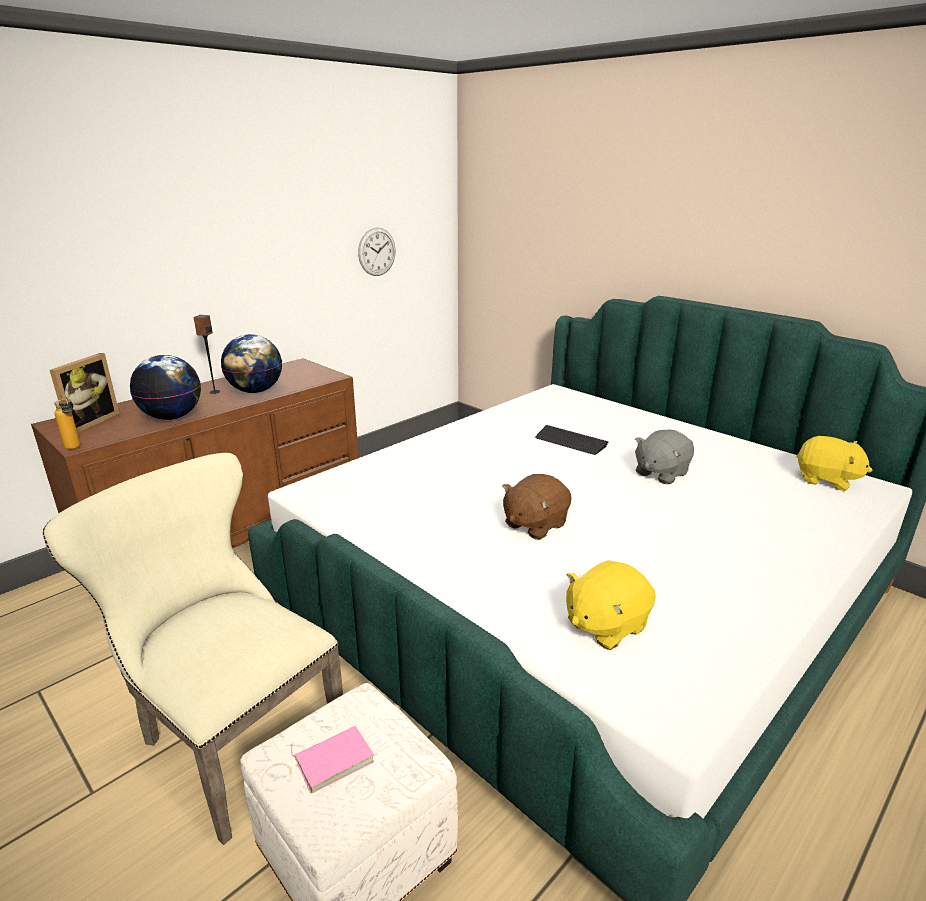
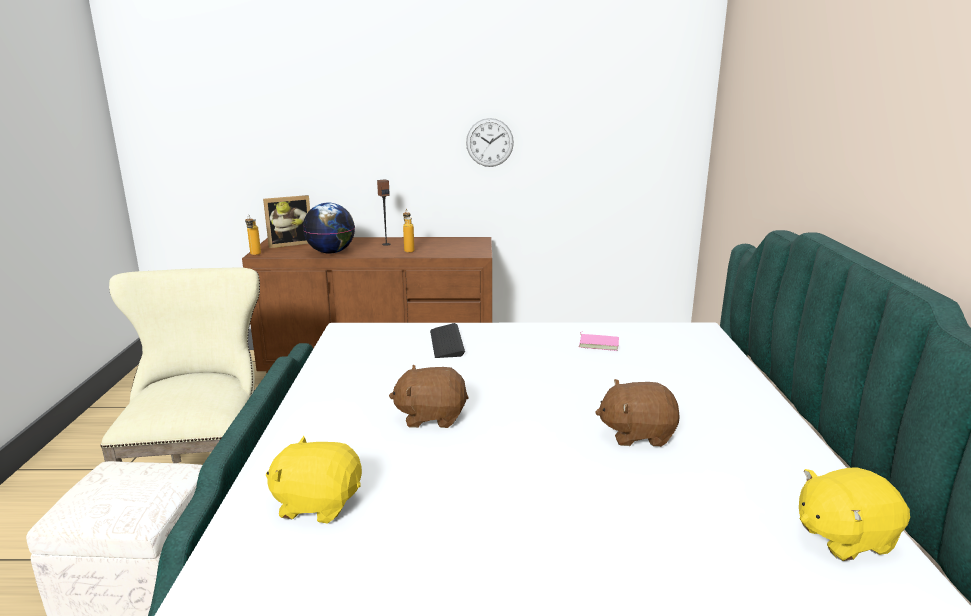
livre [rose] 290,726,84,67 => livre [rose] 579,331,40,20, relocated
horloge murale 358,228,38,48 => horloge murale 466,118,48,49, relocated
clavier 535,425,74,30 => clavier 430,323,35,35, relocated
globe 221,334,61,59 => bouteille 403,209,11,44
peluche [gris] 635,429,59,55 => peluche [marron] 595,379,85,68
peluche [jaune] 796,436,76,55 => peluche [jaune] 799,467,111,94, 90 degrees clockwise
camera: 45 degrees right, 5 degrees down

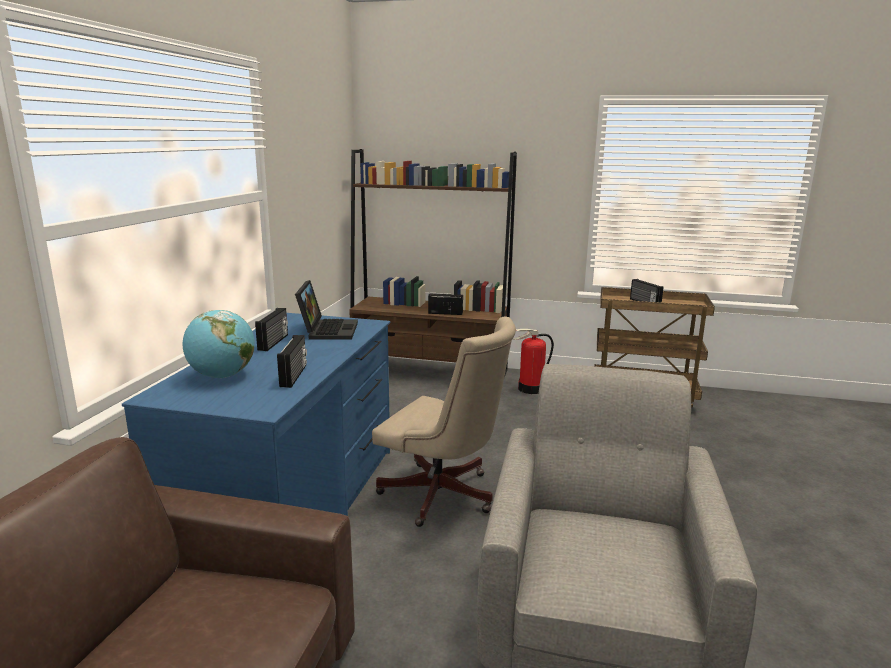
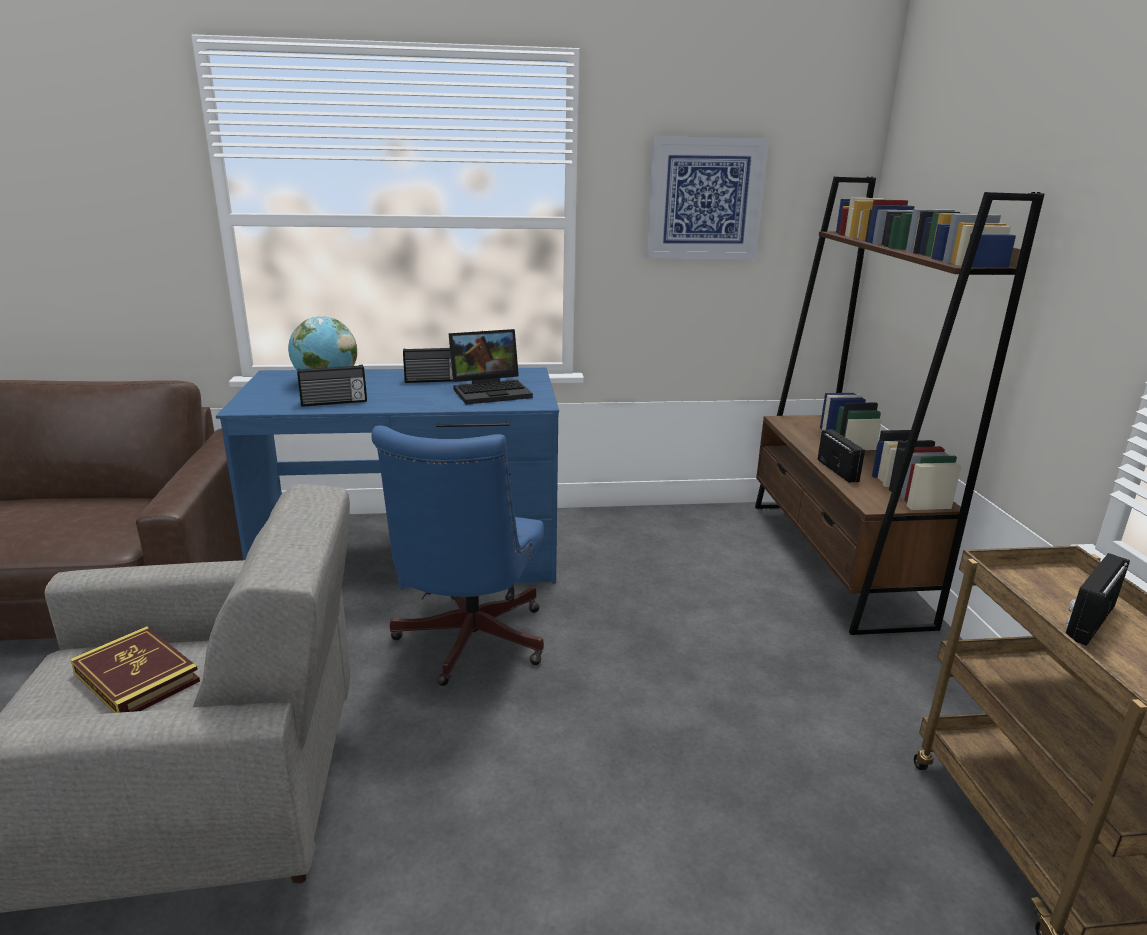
extincteur 513,329,41,65 => nothing
nothing => livre 70,626,130,87
nothing => tableau 646,136,123,123
chaise de bureau [beige] 372,316,144,211 => chaise de bureau [bleu] 372,425,172,261
camera: 70 degrees right, 5 degrees up

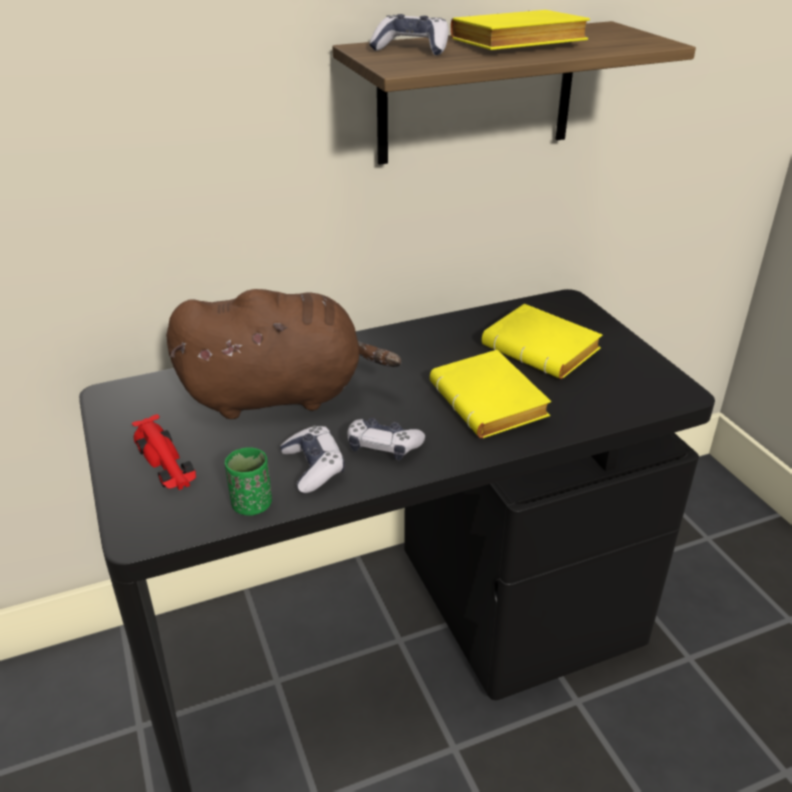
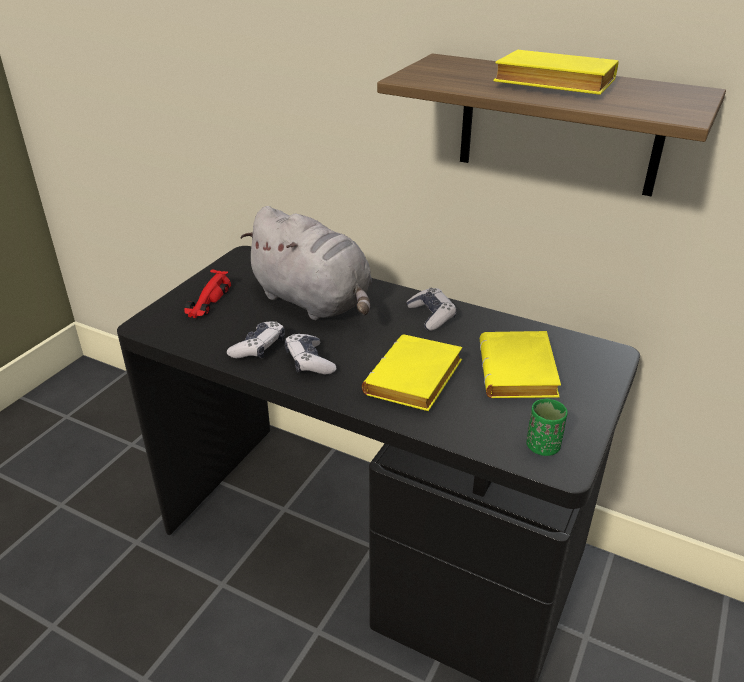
tasse [vert] 225,447,47,69 => tasse [vert] 526,398,42,58, relocated
manette 369,14,79,41 => manette 406,287,50,44, relocated
peluche [marron] 166,289,236,130 => peluche [gris] 240,206,132,114
camera: 50 degrees right, 0 degrees up

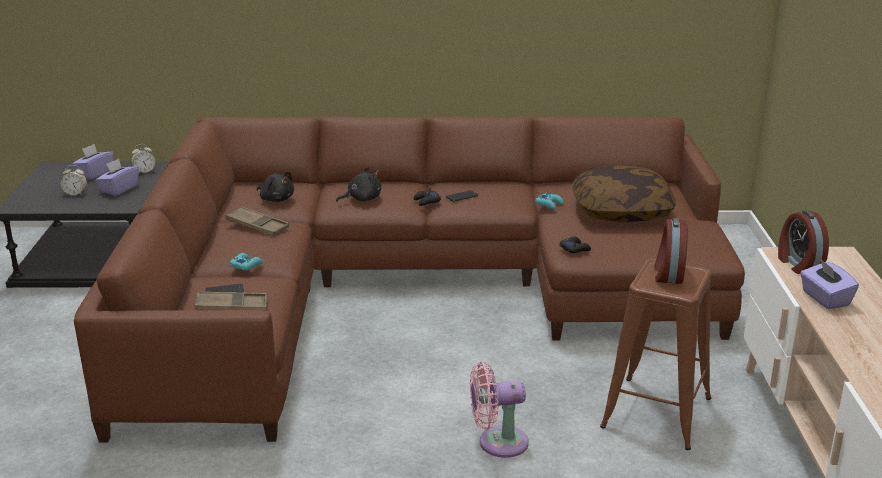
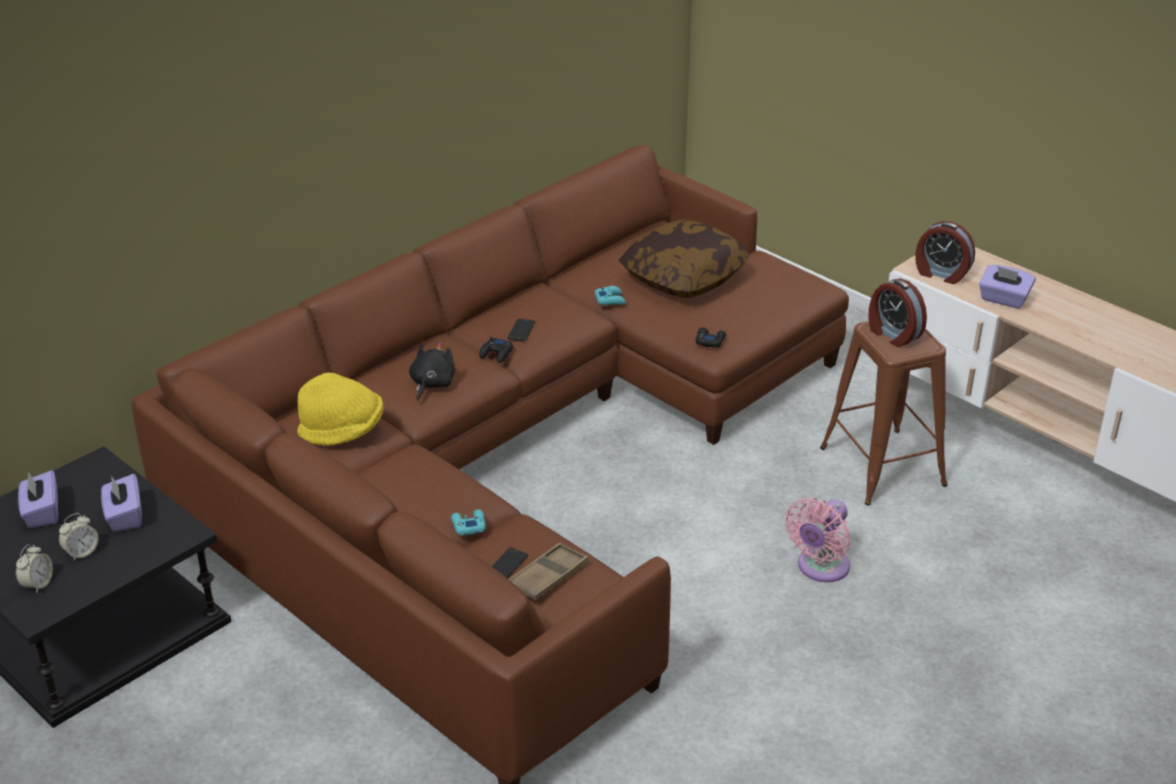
plateau [marron] 225,207,64,29 => nothing
réveil 131,144,24,30 => réveil 16,544,37,49, relocated
peluche [noir] 257,171,37,31 => chapeau [jaune] 297,373,87,73
camera: 45 degrees left, 10 degrees up

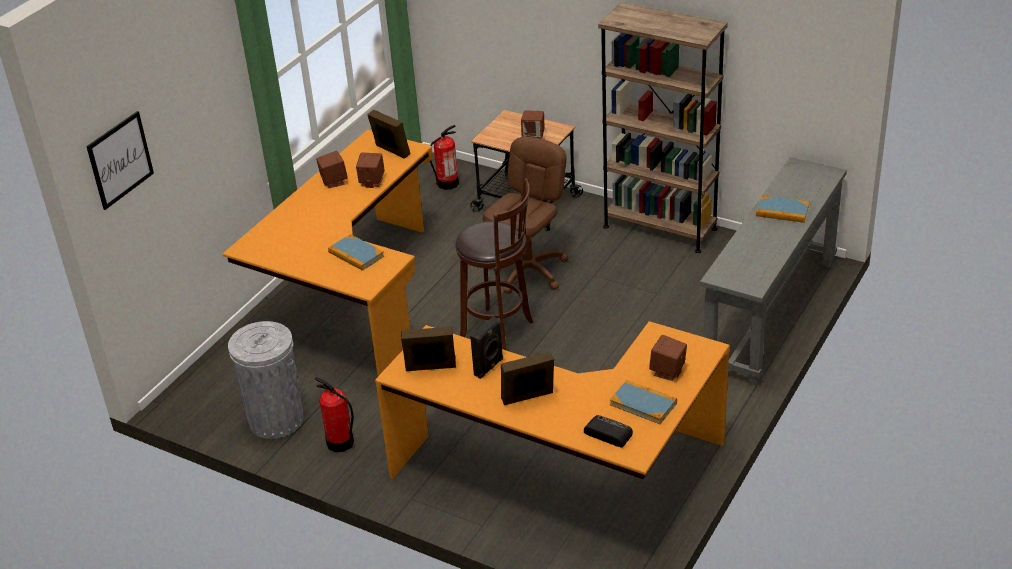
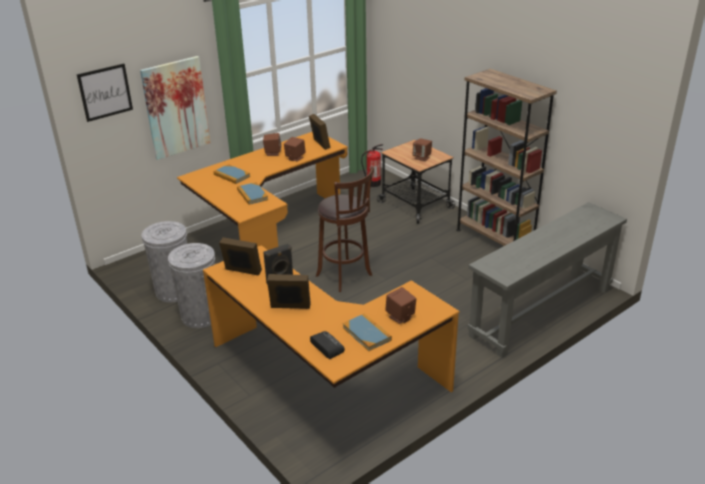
chaise de bureau [marron] 483,137,85,157 => nothing
nothing => tableau 140,56,71,104
livre 756,195,53,28 => livre 213,164,37,20, relocated
extincteur 315,377,39,75 => poubelle [gris] 168,243,47,85
camera: 20 degrees right, 5 degrees down

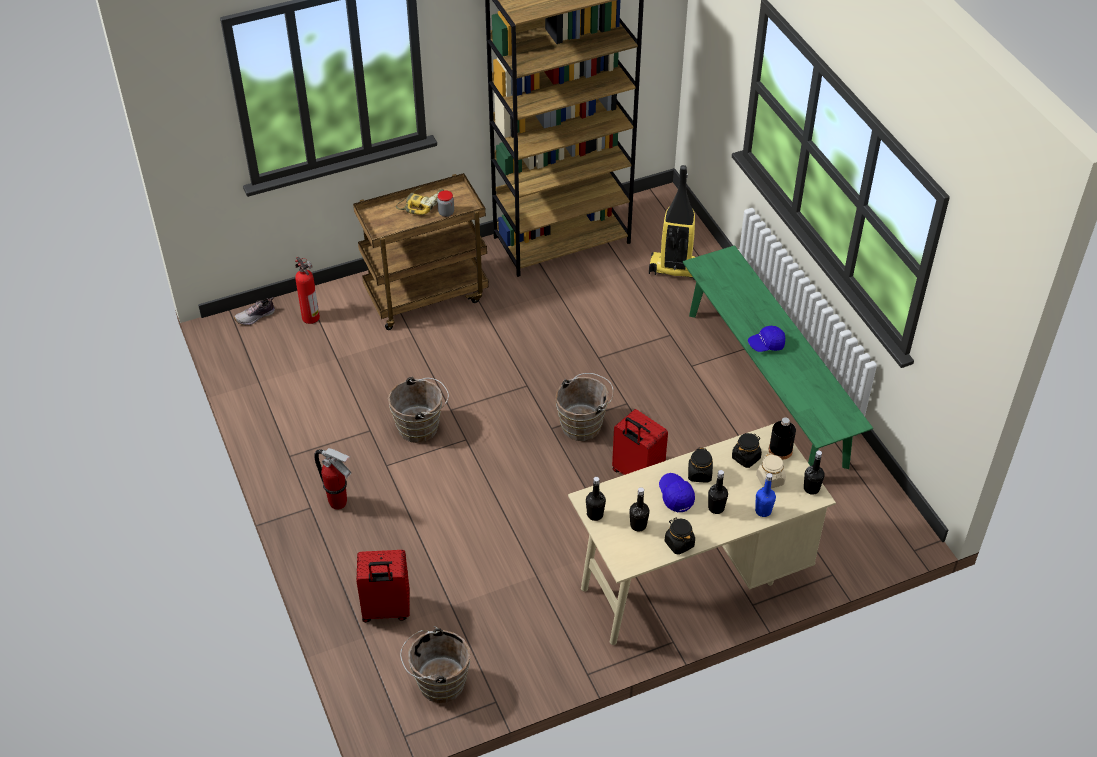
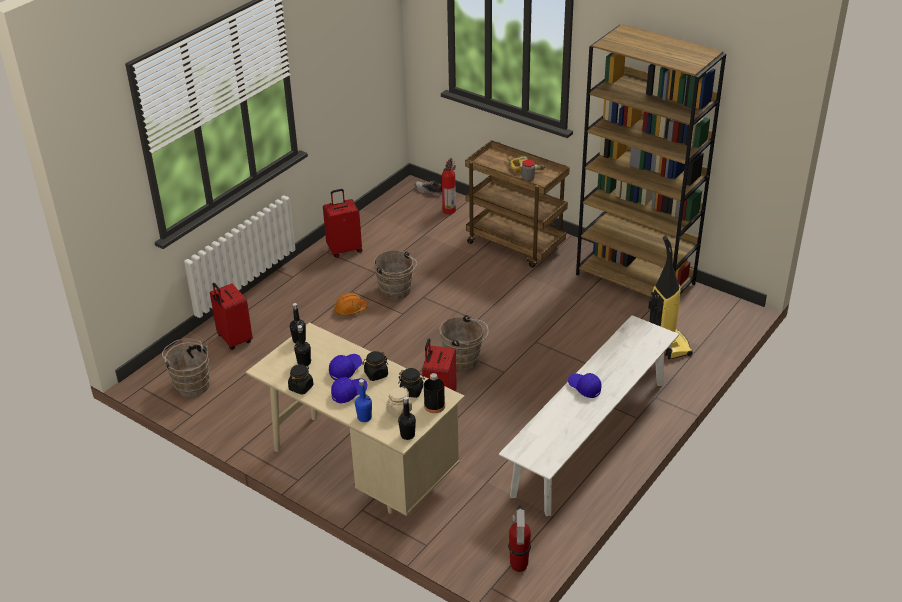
nothing => valise [rouge] 323,189,39,69
nothing => casque de chantier [orange] 334,293,34,22
extincteur 314,448,38,62 => extincteur 508,506,23,66, relocated
bouteille [noir] 708,470,20,44 => casquette [bleu] 331,377,36,26
banc [vert] 683,245,190,224 => banc [blanc] 499,315,180,202
camera: 60 degrees right, 10 degrees down

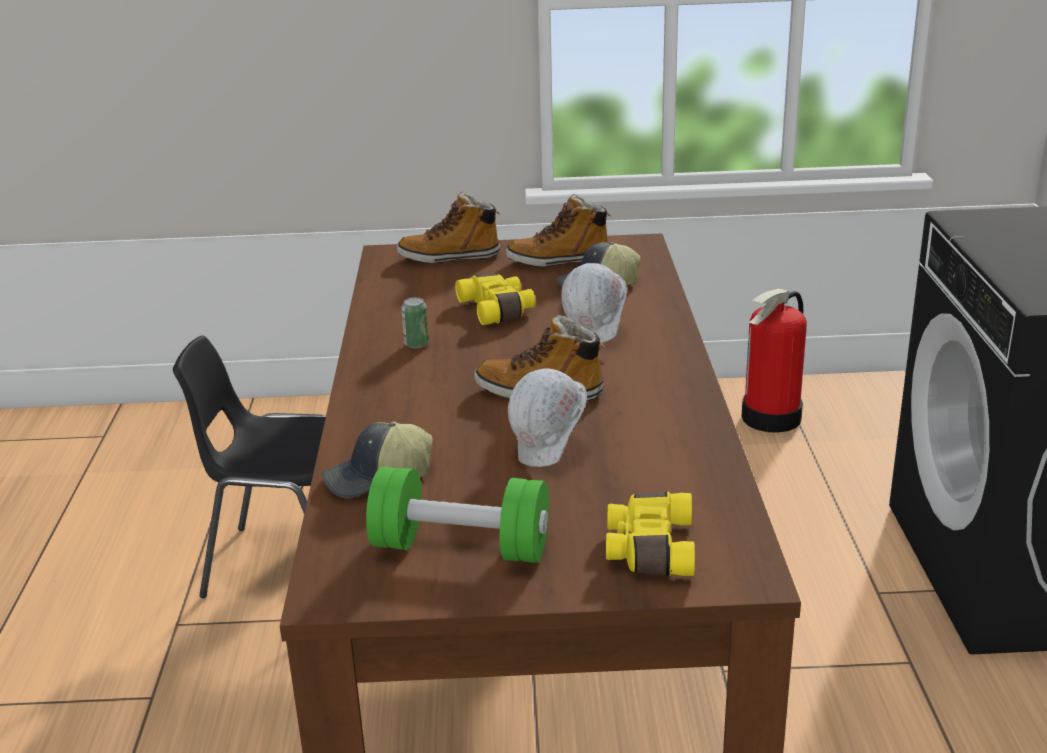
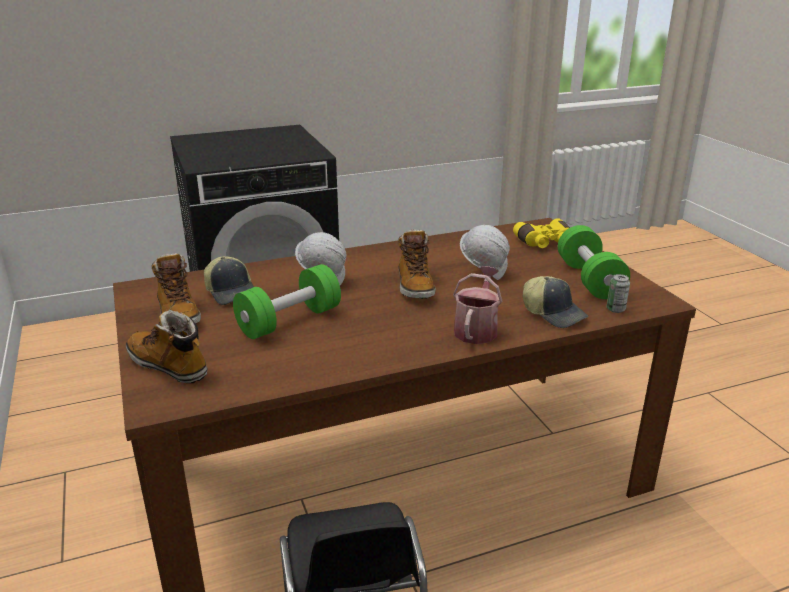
extincteur 741,288,66,145 => nothing
nothing => arrosoir 453,266,49,78
boîte métallique 401,297,28,51 => boîte métallique 606,274,24,39, relocated
jumelles [jaune] 455,274,81,51 => haltère [vert] 233,264,108,75
botte 397,192,104,72 => botte 126,310,82,73, 150 degrees clockwise
camera: 110 degrees left, 0 degrees up

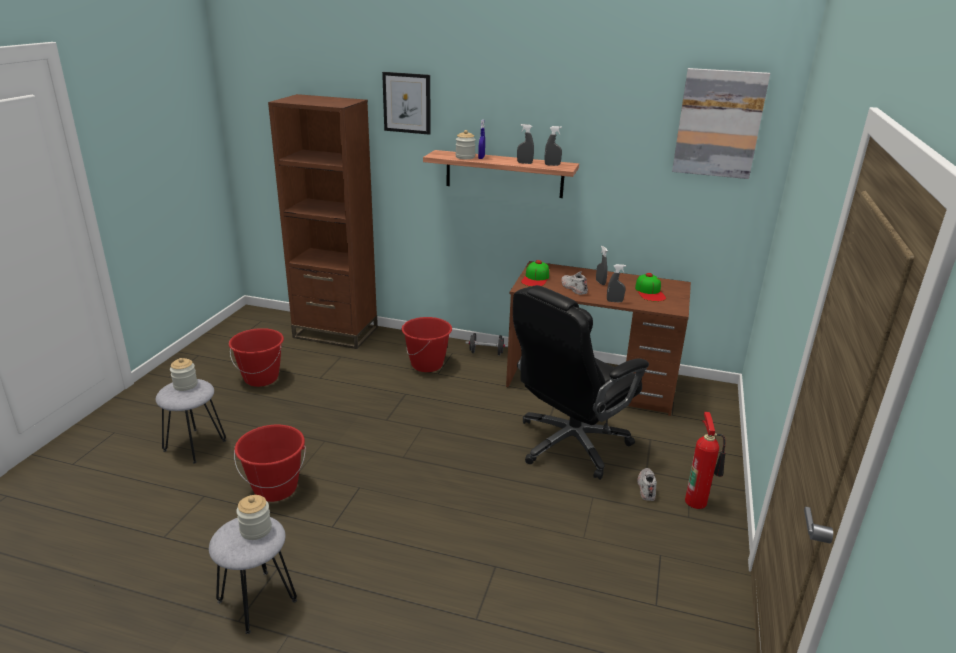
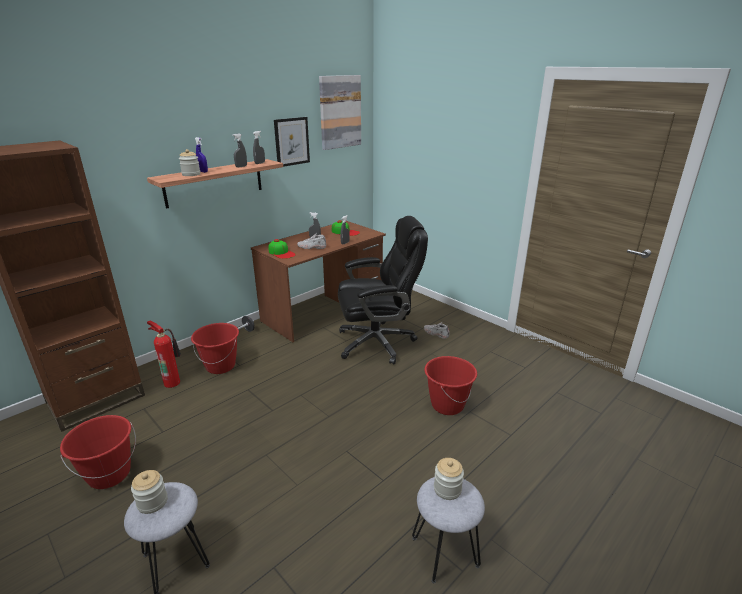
seau [rouge] 234,425,72,77 => seau [rouge] 425,356,52,59, relocated
tableau 382,72,49,63 => tableau 274,117,36,50, relocated
extincteur 685,412,40,97 => extincteur 147,321,34,67, relocated
chaise de bureau [noir] 513,285,136,195 => chaise de bureau [noir] 338,216,90,148, 90 degrees counterclockwise
camera: 60 degrees left, 0 degrees up

